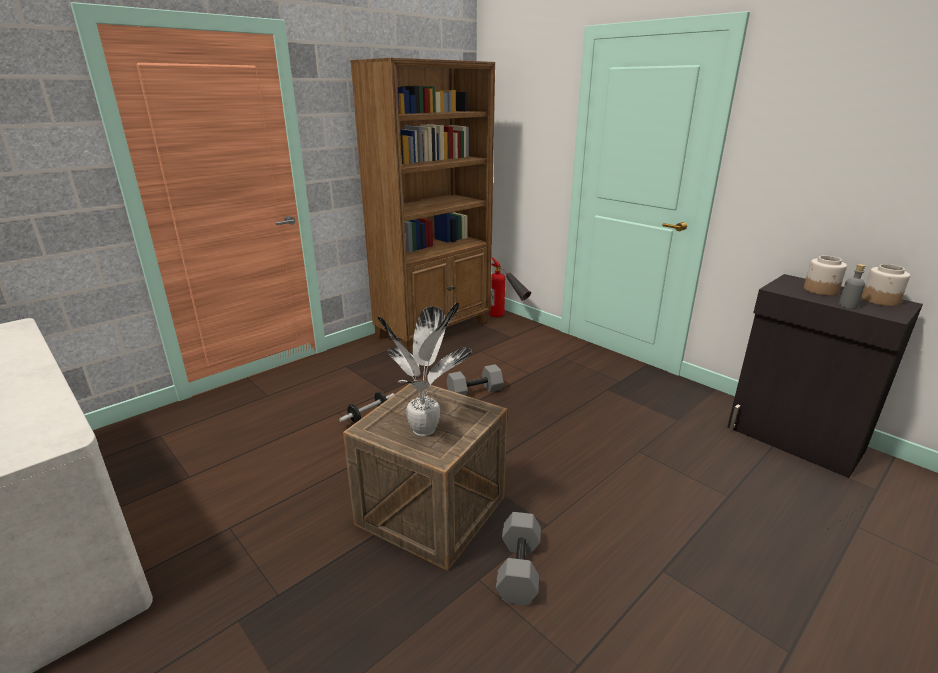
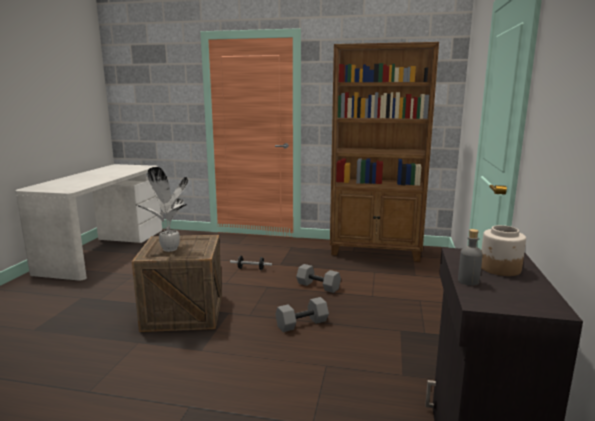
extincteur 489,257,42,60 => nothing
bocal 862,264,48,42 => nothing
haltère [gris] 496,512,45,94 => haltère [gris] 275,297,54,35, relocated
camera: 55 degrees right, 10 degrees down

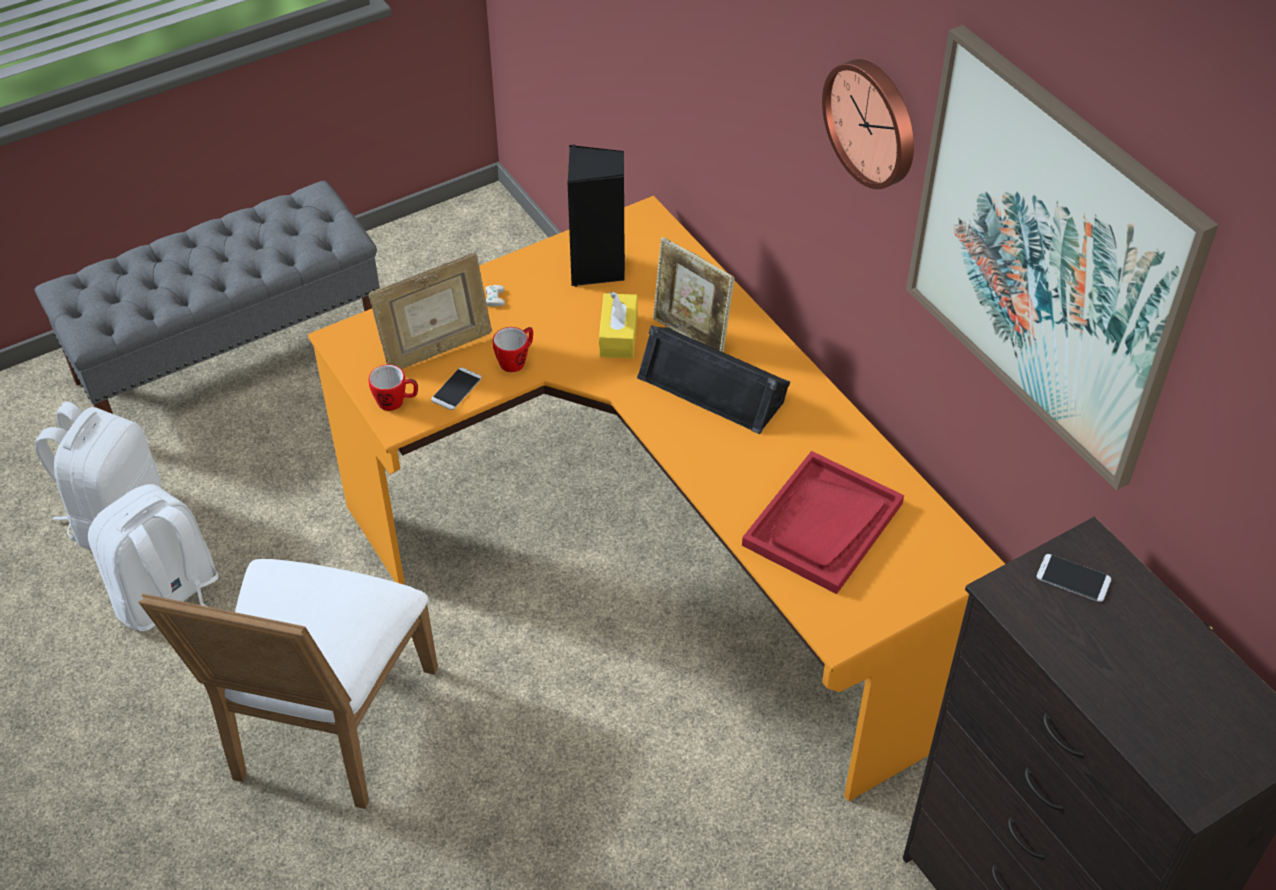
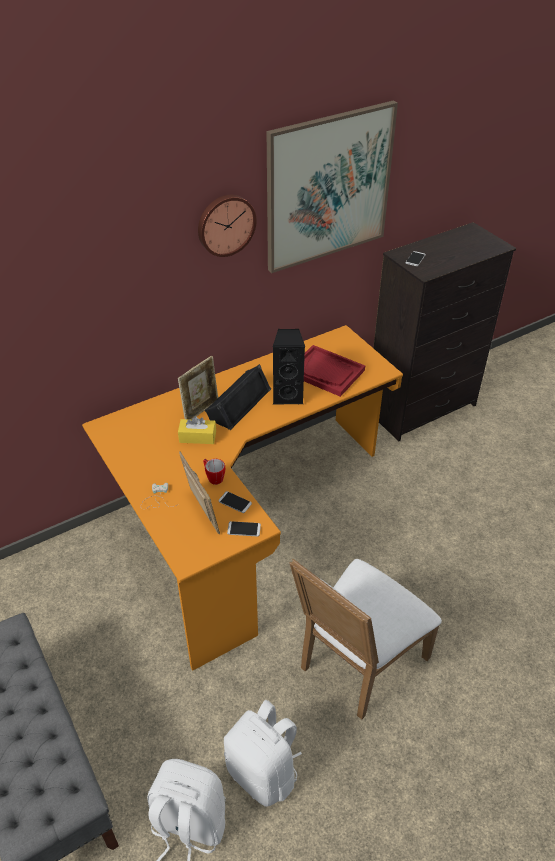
enceinte [noir] 567,144,58,143 => enceinte [noir] 273,329,32,76, relocated
mug 368,365,50,46 => téléphone 227,521,34,15
chaise [blanc] 138,559,300,250 => chaise [blanc] 289,559,153,161, 120 degrees clockwise
camera: 90 degrees left, 5 degrees down

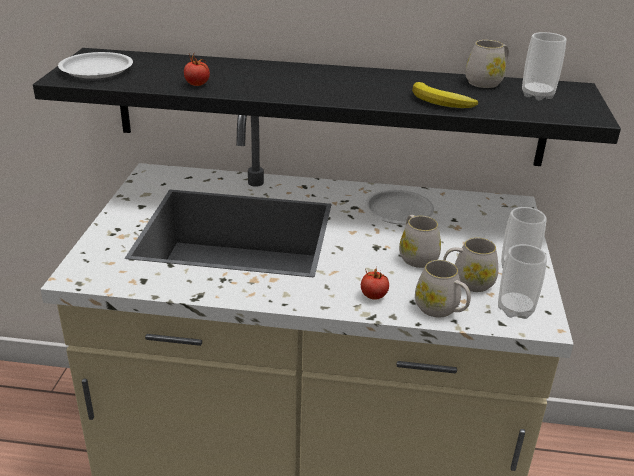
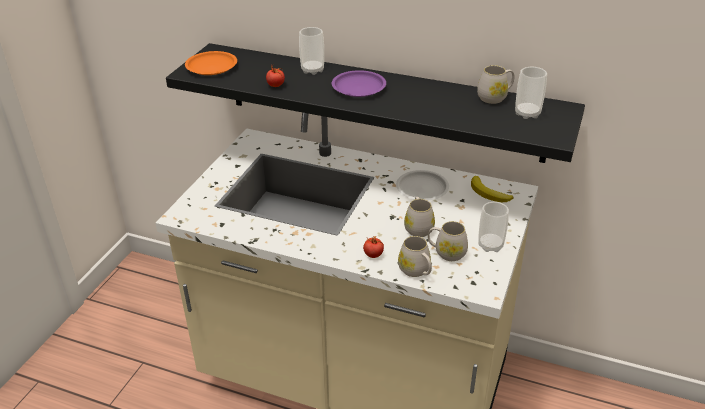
nothing => assiette [violet] 332,70,54,27
banane 412,82,66,26 => banane 471,176,43,26, relocated
tasse 498,244,49,75 => tasse 299,27,25,48, relocated
assiette [blanc] 58,52,75,27 => assiette [orange] 185,51,52,24
camera: 15 degrees right, 5 degrees up

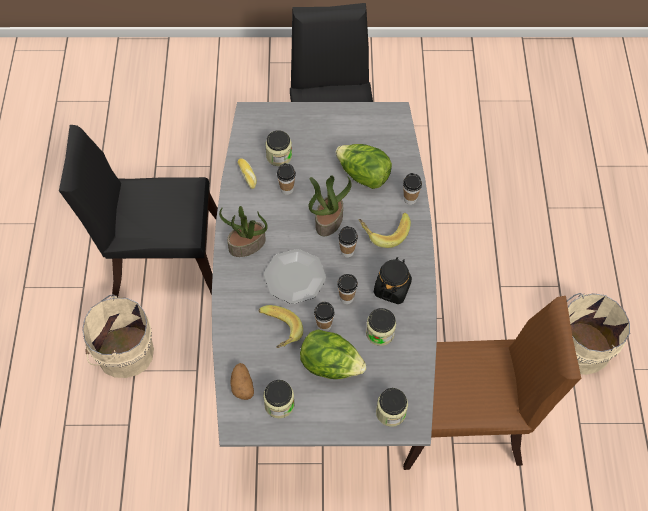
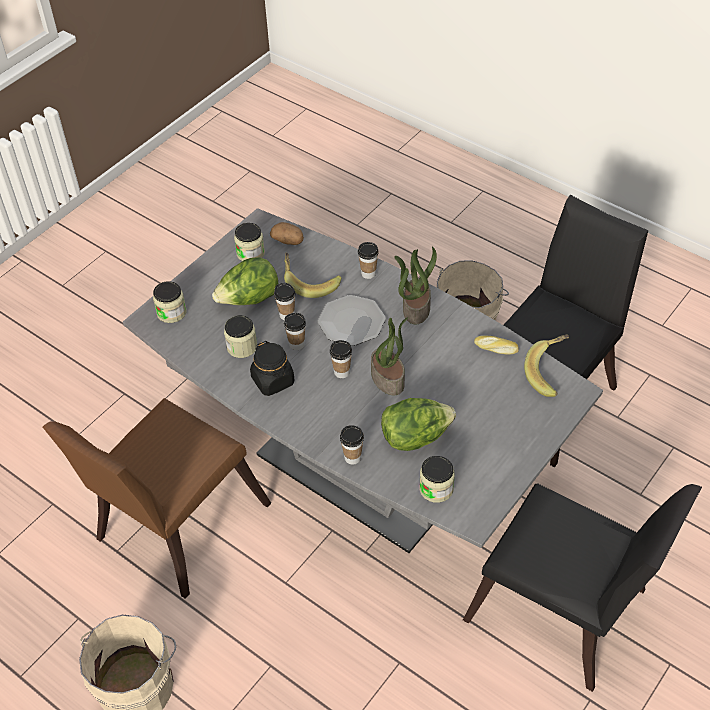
bocal 265,130,27,36 => bocal 419,456,36,47, relocated
tasse 277,163,19,32 => tasse 358,242,21,37, relocated
banane 359,213,52,35 => banane 524,334,45,63, relocated
camera: 130 degrees right, 10 degrees down

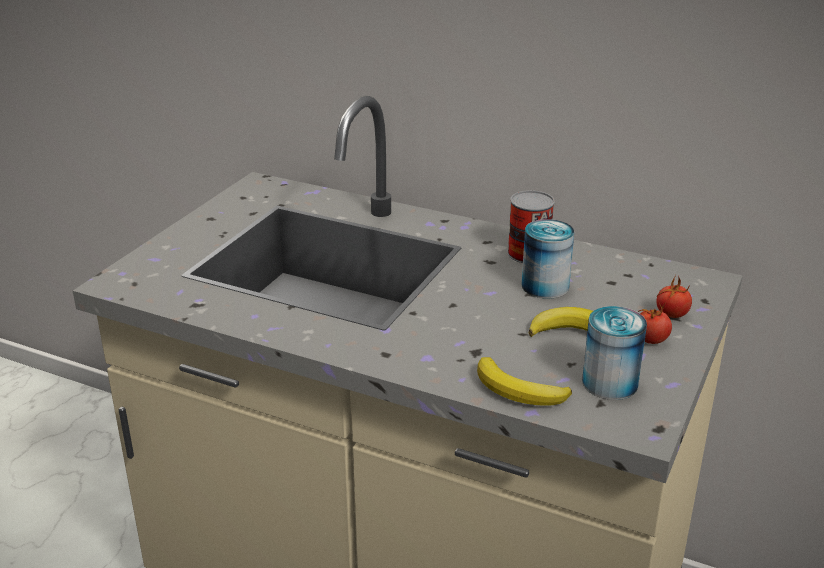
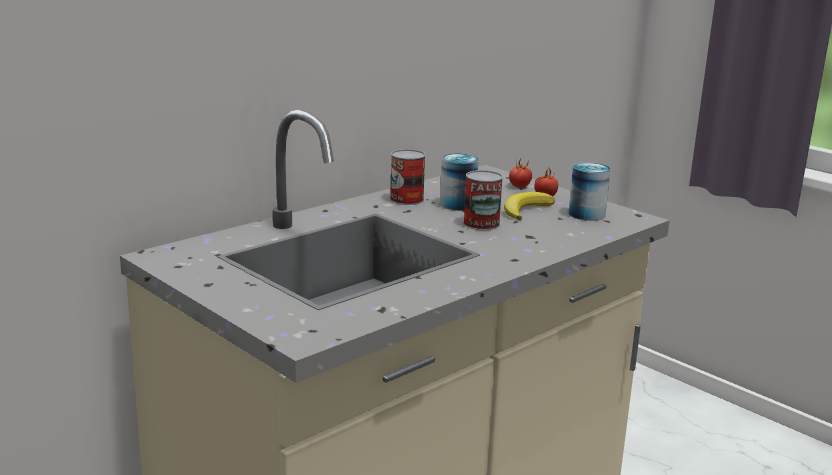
banane 477,357,95,49 => nothing
nothing => boîte métallique 463,170,40,60
camera: 70 degrees left, 10 degrees down

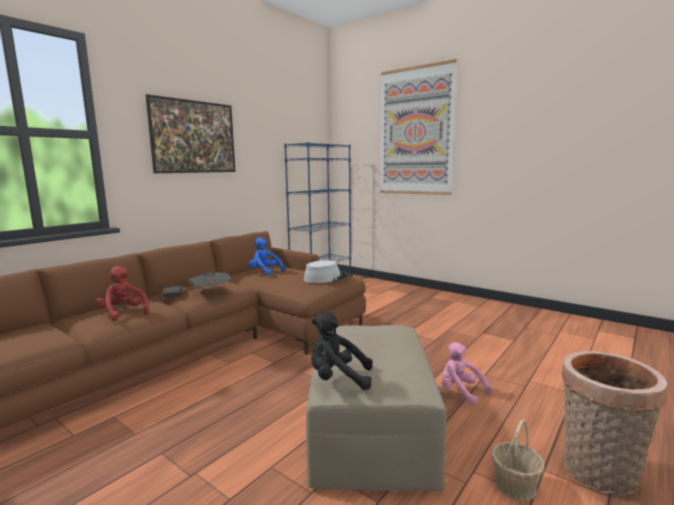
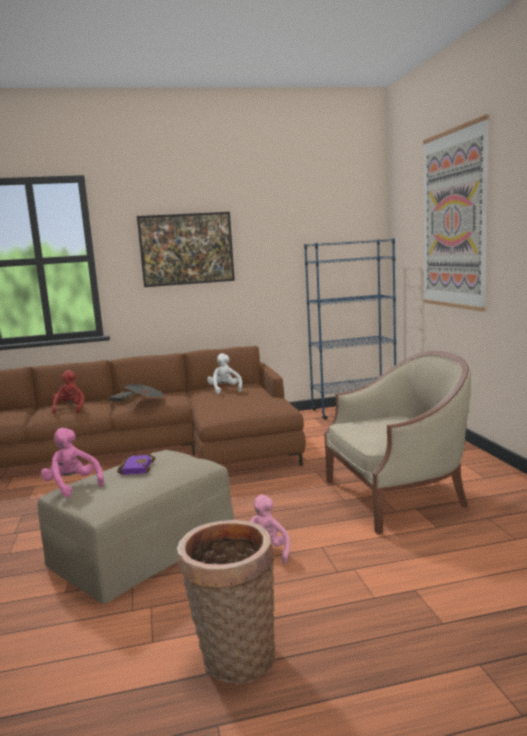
chapeau [gris] 304,260,45,23 => nothing
panier 492,419,53,82 => nothing
nothing => livre [violet] 117,454,38,21
nothing => fauteuil [beige] 324,351,147,183
peluche [bleu] 249,237,36,39 => peluche [blanc] 207,353,35,41
peluche [noir] 311,312,62,78 => peluche [rose] 41,428,63,69
camera: 40 degrees right, 0 degrees up

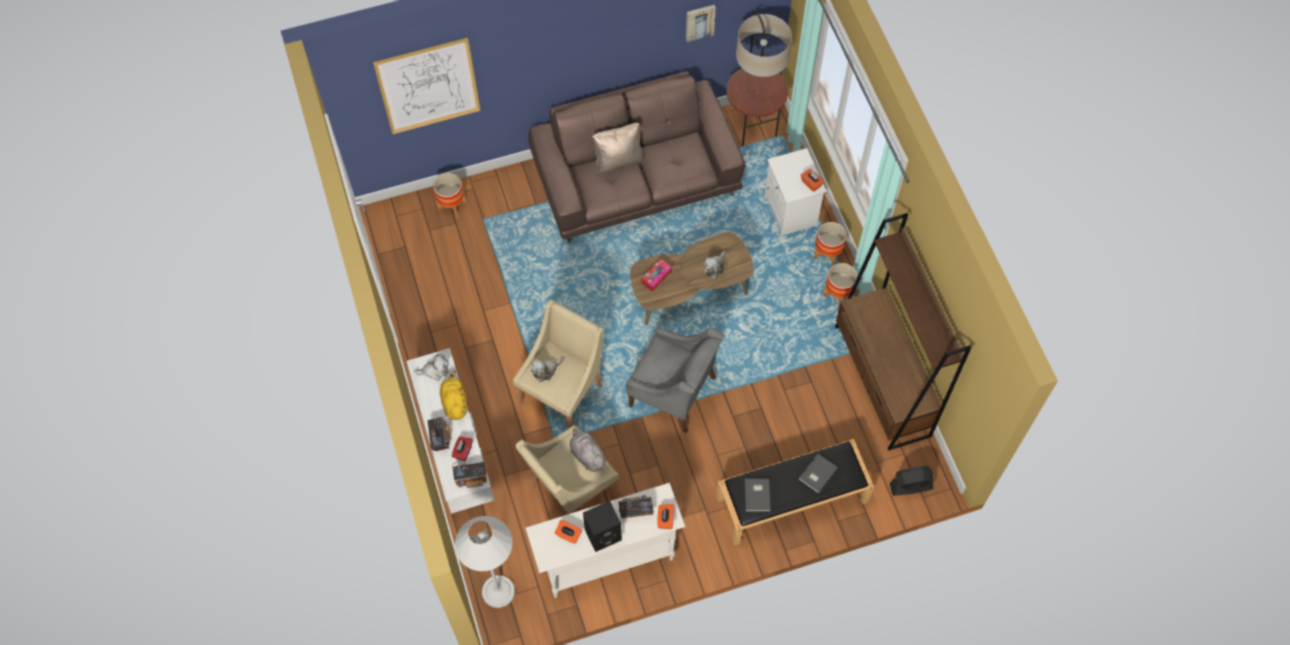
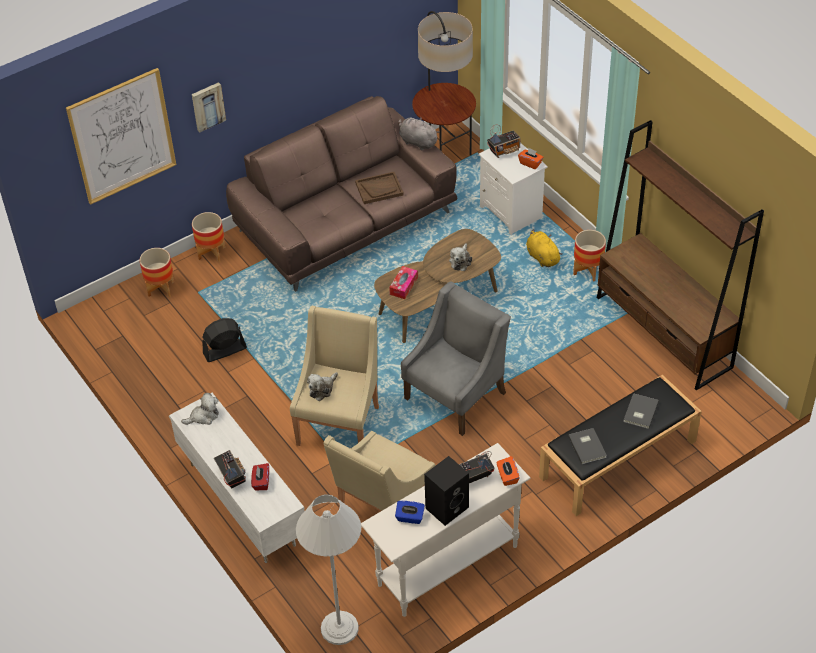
coussin [beige] 592,123,53,52 => nothing
nothing => plateau [marron] 355,172,49,32
peluche [jaune] 440,370,27,50 => peluche [jaune] 526,229,37,38, relocated
radio 452,462,35,26 => radio 487,124,34,34, relocated
peluche [gris] 570,425,38,47 => peluche [gris] 398,117,42,33, relocated
tableau 686,5,30,37 => tableau 192,82,34,50, relocated
cache-pot 814,222,32,44 => cache-pot 192,212,33,50, relocated
ventilateur [noir] 890,466,43,30 => ventilateur [noir] 202,318,45,44, relocated
boîte à mouchoirs [orange] 554,520,28,24 => boîte à mouchoirs [bleu] 395,501,30,23
fauteuil [gris] 626,327,99,106 => fauteuil [gris] 401,281,110,155, 60 degrees counterclockwise
camera: 15 degrees left, 15 degrees down

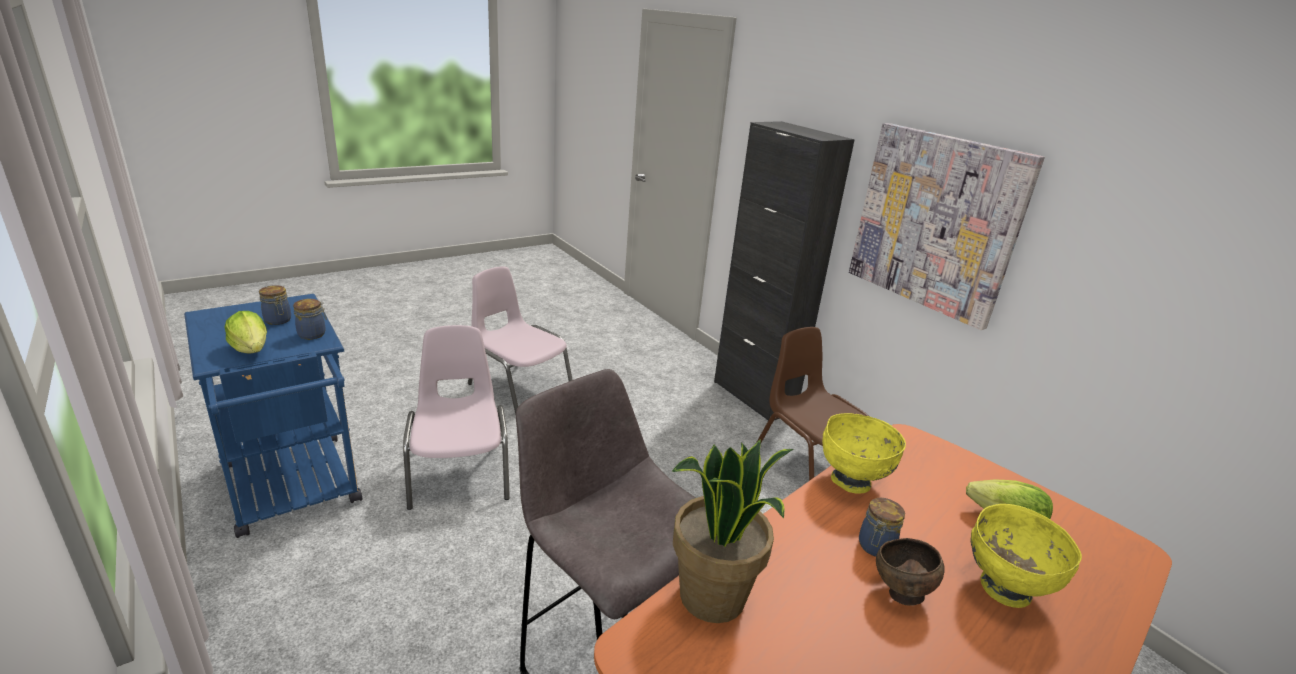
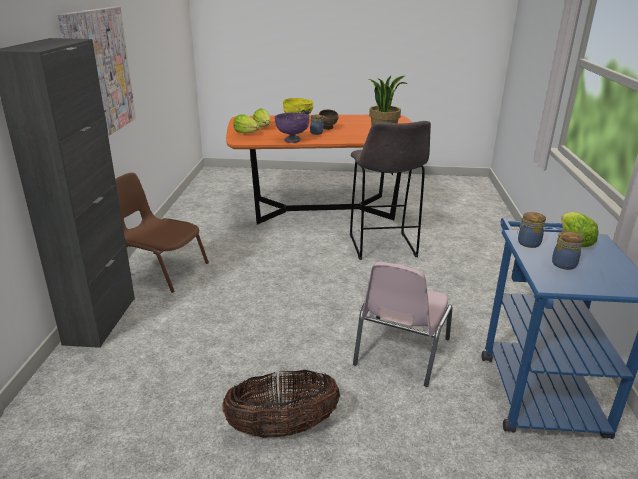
nothing => laitue 234,114,26,20
chaise [rose] 468,266,105,149 => panier 222,370,118,68
bol [jaune] 822,413,84,81 => bol [violet] 275,113,34,30
chaise [marron] 756,327,114,154 => chaise [marron] 115,173,94,120, 105 degrees clockwise
camera: 140 degrees left, 0 degrees up

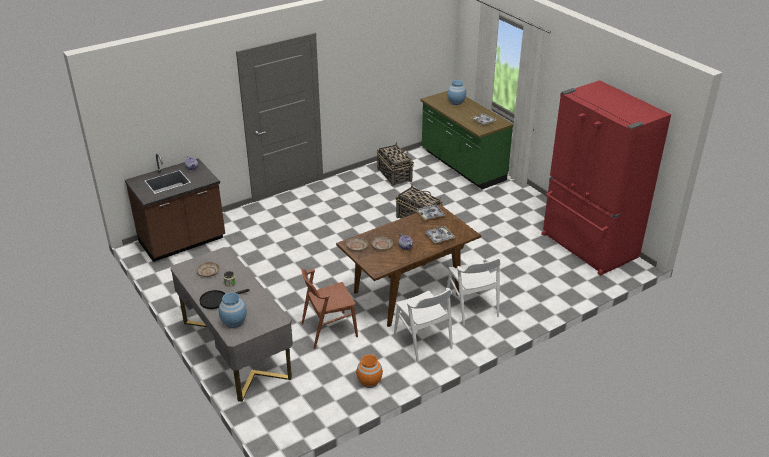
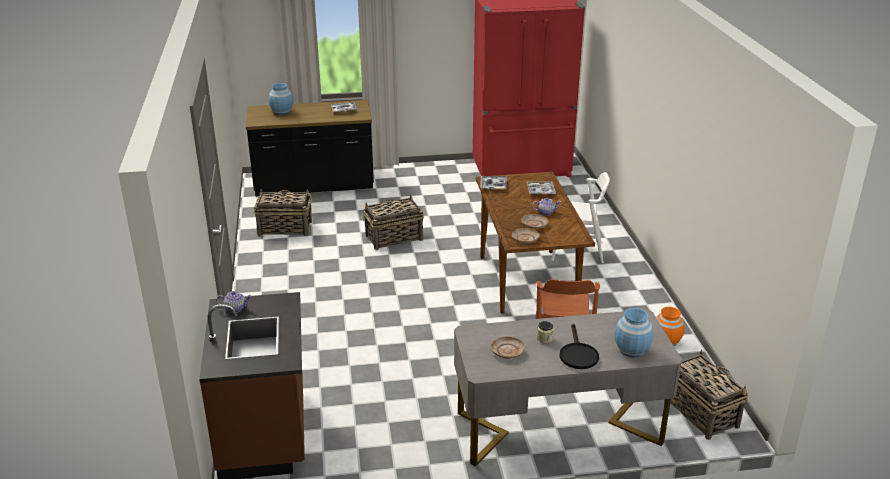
chaise [blanc] 394,288,59,74 => nothing
nothing => panier 670,350,79,90
comptoir de cuisine [vert] 421,91,92,98 => comptoir de cuisine [noir] 246,100,128,96
camera: 65 degrees left, 5 degrees down

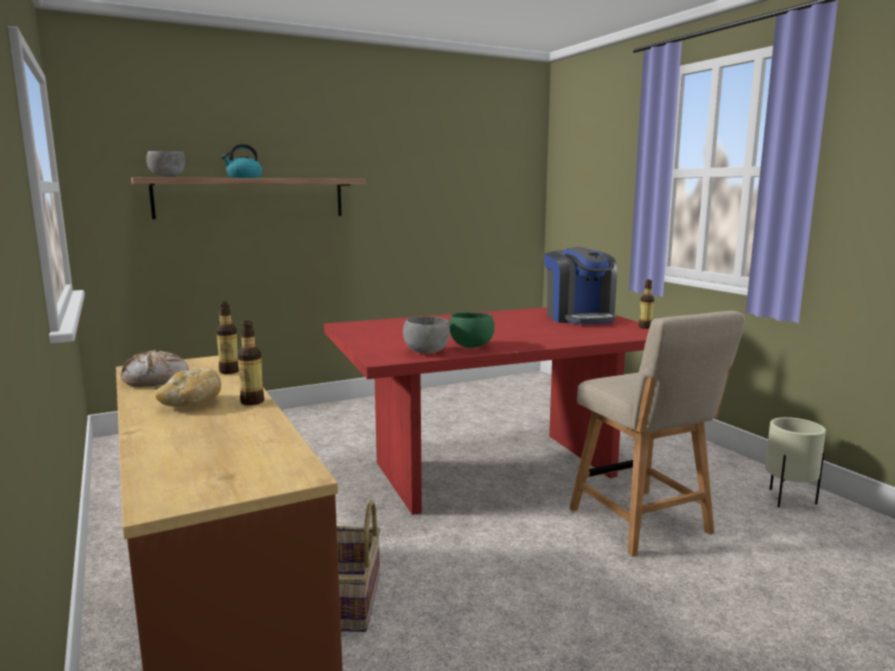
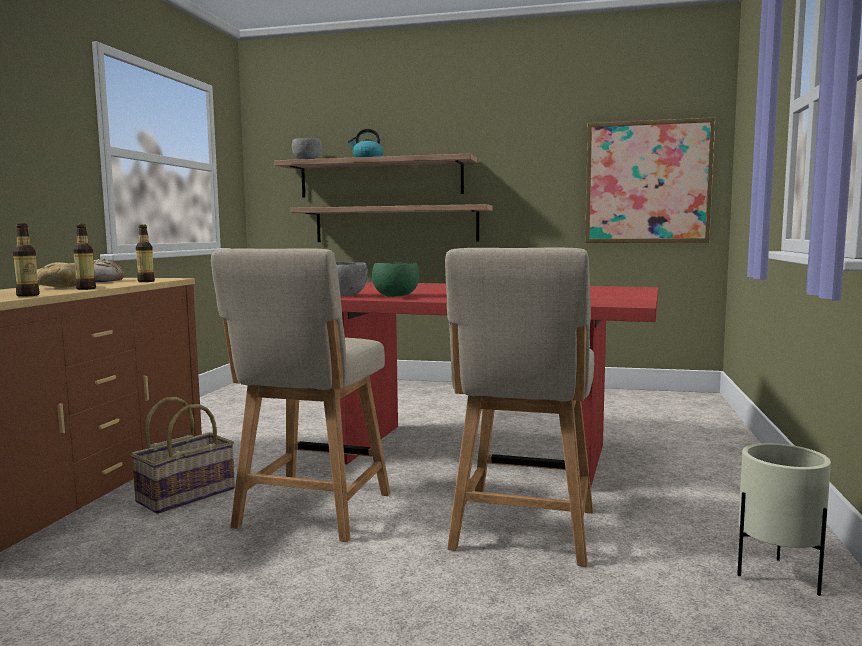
machine à café 544,247,73,78 => nothing
nothing => chaise [beige] 211,248,179,294
nothing => étagère 290,204,202,38
nothing => tableau 585,117,130,126
bouteille 639,280,15,49 => bouteille 13,223,27,74, relocated
camera: 40 degrees right, 5 degrees down

